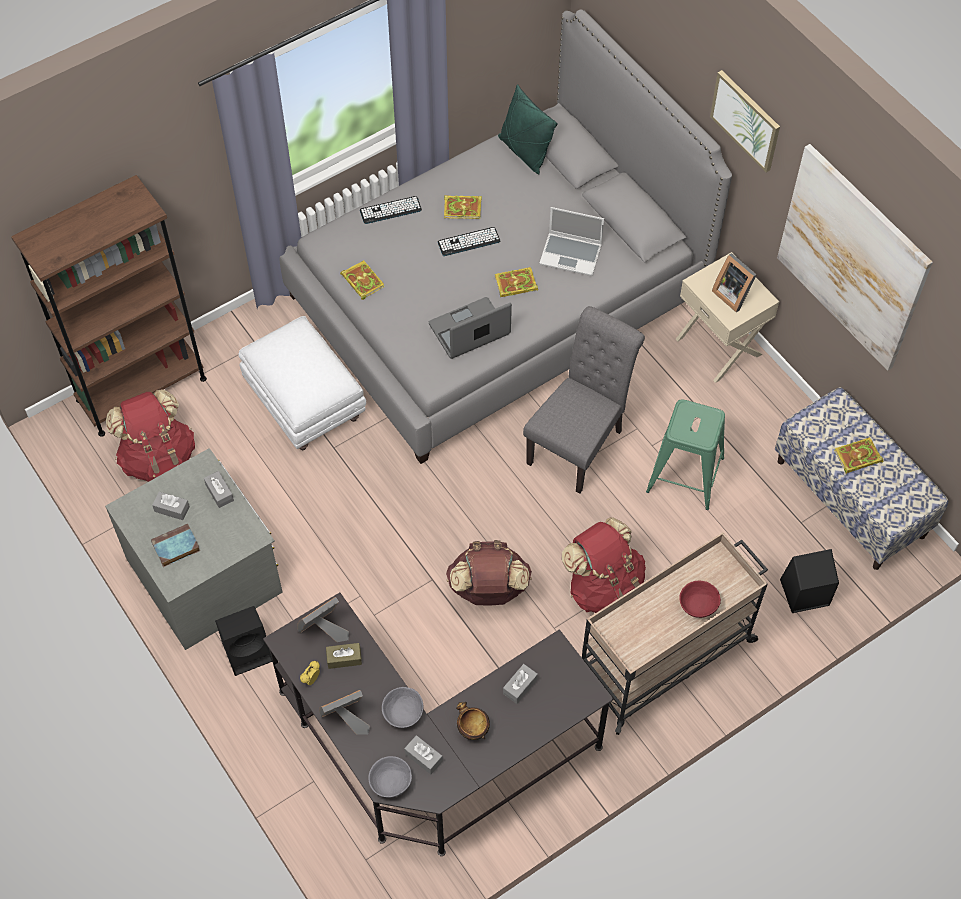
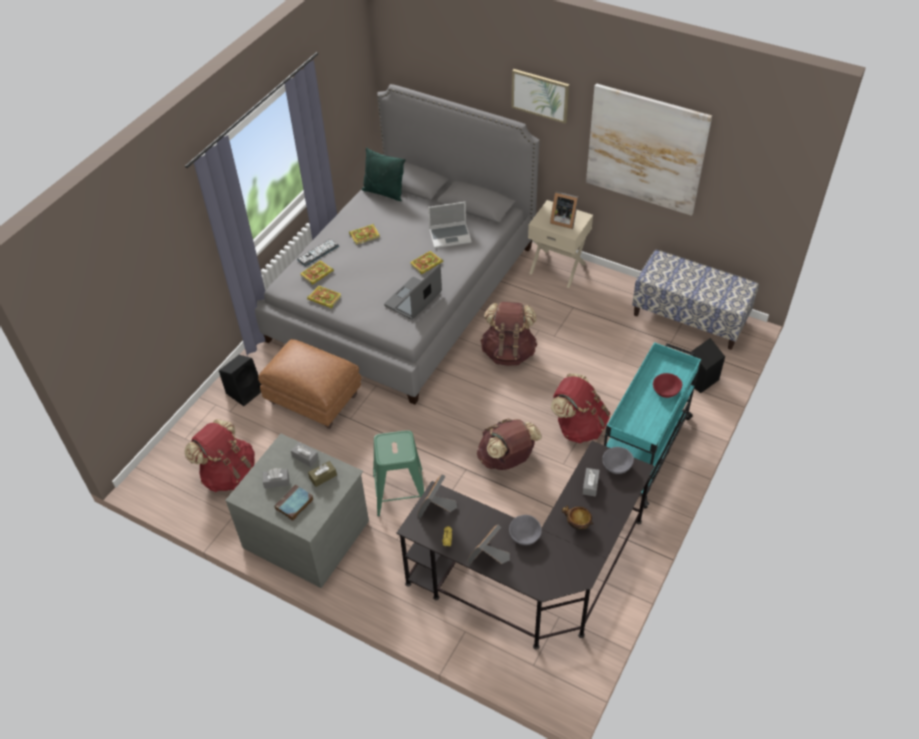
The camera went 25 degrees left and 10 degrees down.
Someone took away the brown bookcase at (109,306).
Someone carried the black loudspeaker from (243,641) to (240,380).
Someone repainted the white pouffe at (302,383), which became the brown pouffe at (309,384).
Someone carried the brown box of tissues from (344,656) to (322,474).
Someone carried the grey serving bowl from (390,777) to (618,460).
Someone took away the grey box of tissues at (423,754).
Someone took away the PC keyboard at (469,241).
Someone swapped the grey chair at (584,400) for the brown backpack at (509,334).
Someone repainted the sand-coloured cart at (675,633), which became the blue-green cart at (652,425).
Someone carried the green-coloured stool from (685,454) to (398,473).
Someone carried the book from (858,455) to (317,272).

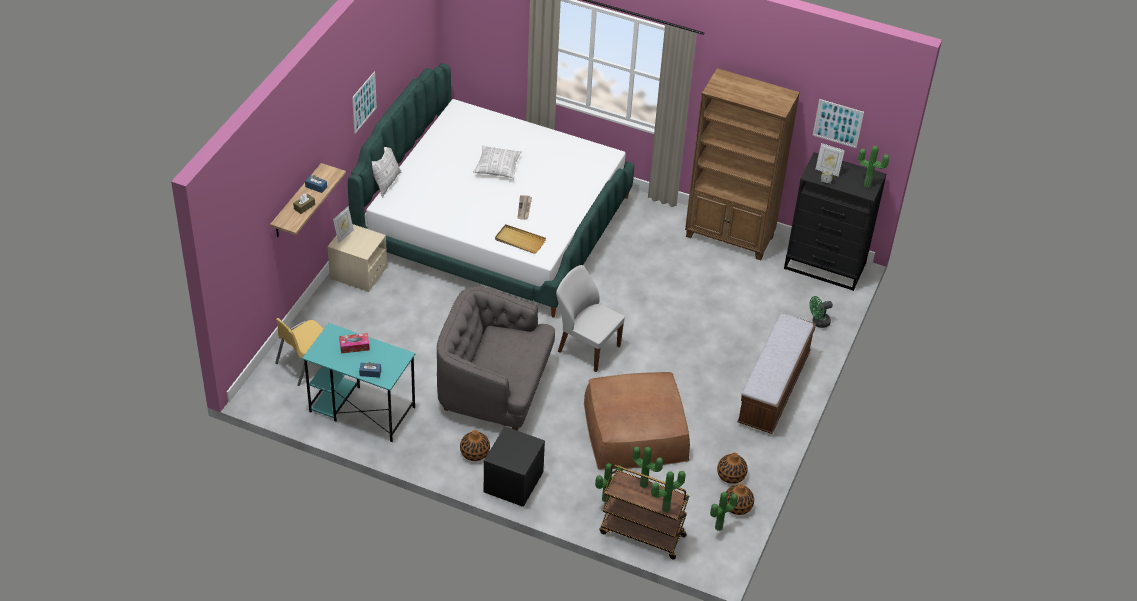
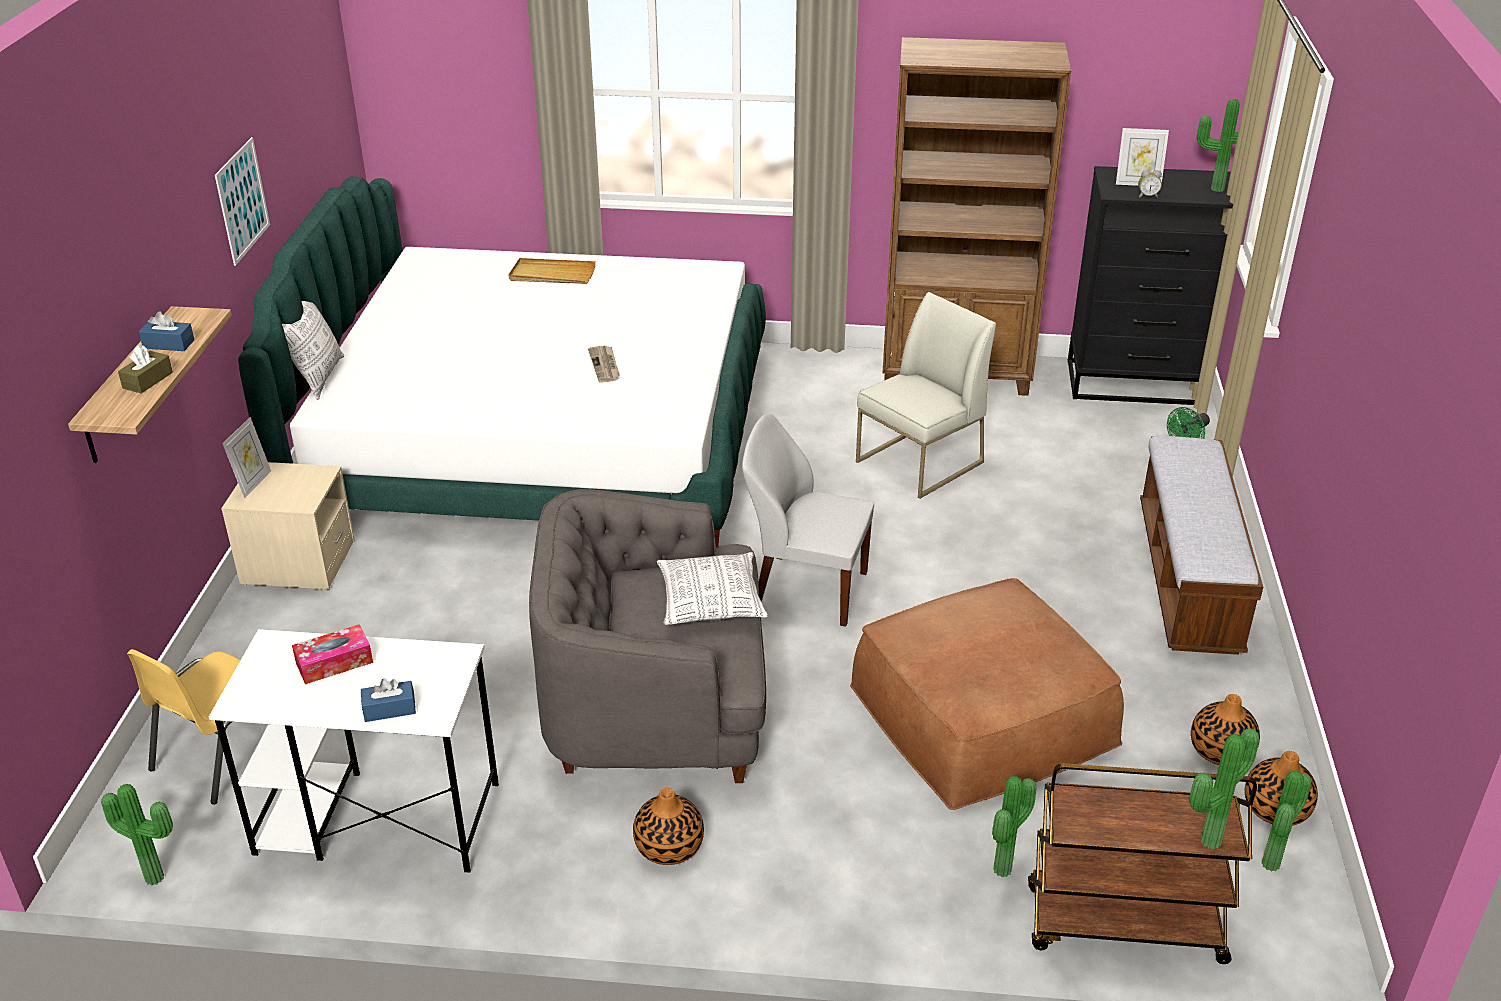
The camera went 15 degrees left and 10 degrees down.
Someone repainted the blue-green desk table at (358,382), which became the white desk table at (354,751).
Someone carried the cushion from (497,162) to (712,588).
Someone took away the black nightstand at (514,466).
Someone carried the sand-coloured tray from (520,239) to (552,271).
Someone carried the houseplant from (647,467) to (137,834).
Someone took away the picture at (838,123).
Someone put down the white chair at (926,395).

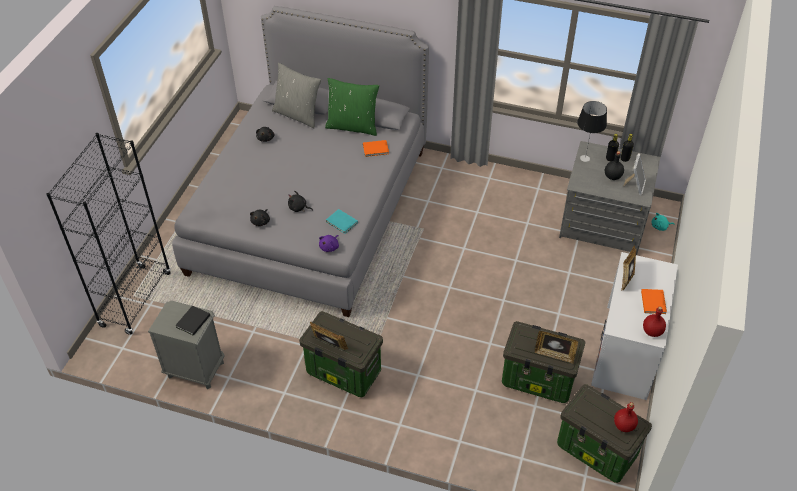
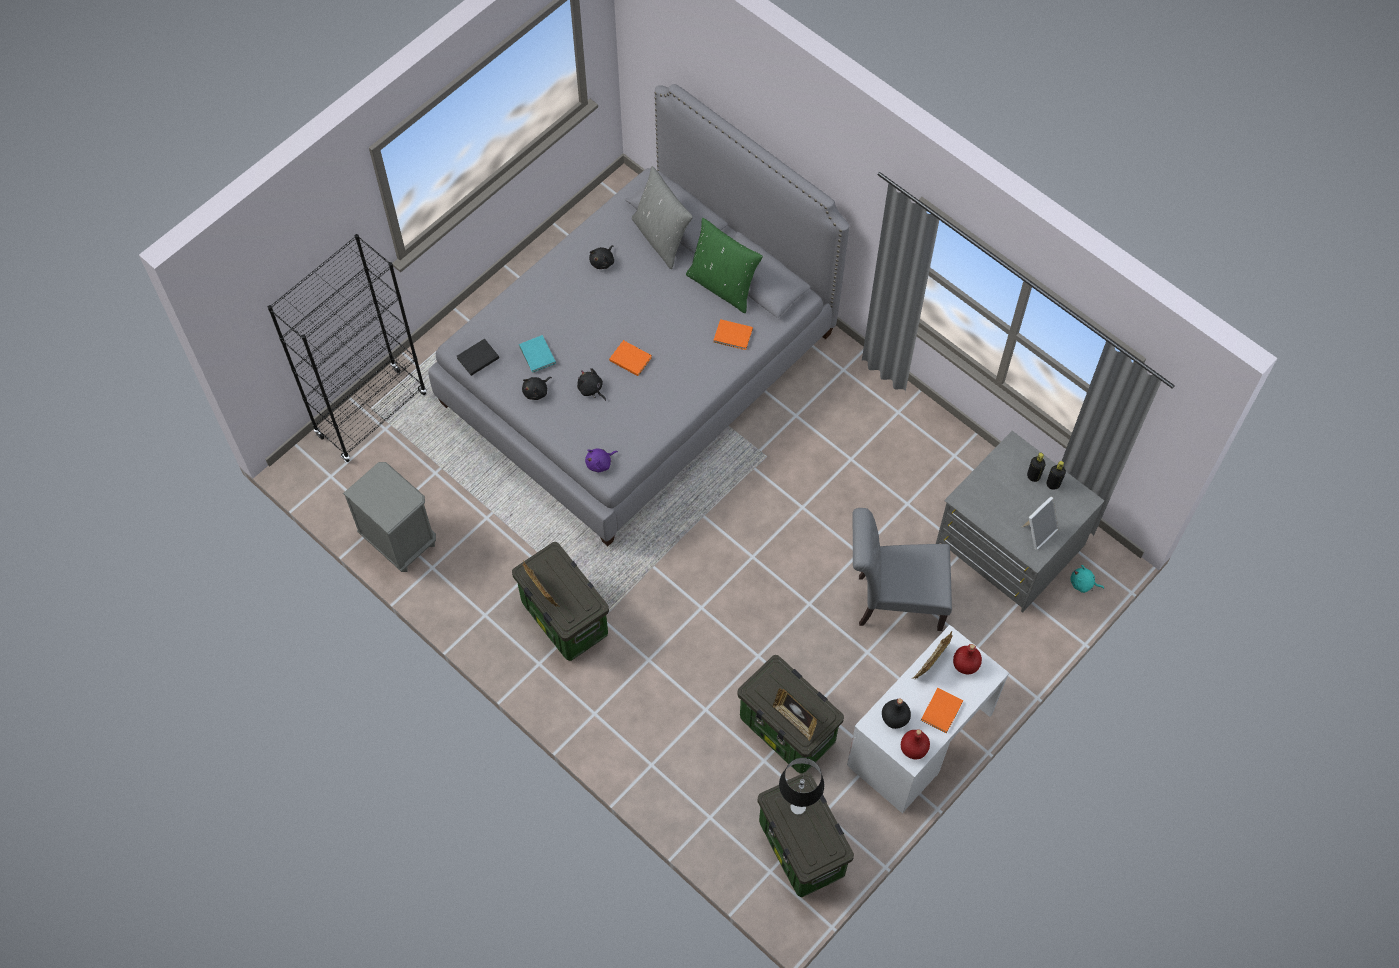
The camera went 25 degrees right and 15 degrees up.
Someone carried the black book from (192,321) to (478,357).
Someone carried the blue-green book from (342,221) to (537,354).
Someone carried the table lamp from (592,131) to (801,786).
Someone carried the black drink bottle from (614,165) to (896,713).
Someone carried the red drink bottle from (626,417) to (967,659).
Someone put down the orangey book at (630,358).
Someone put down the grey chair at (902,569).

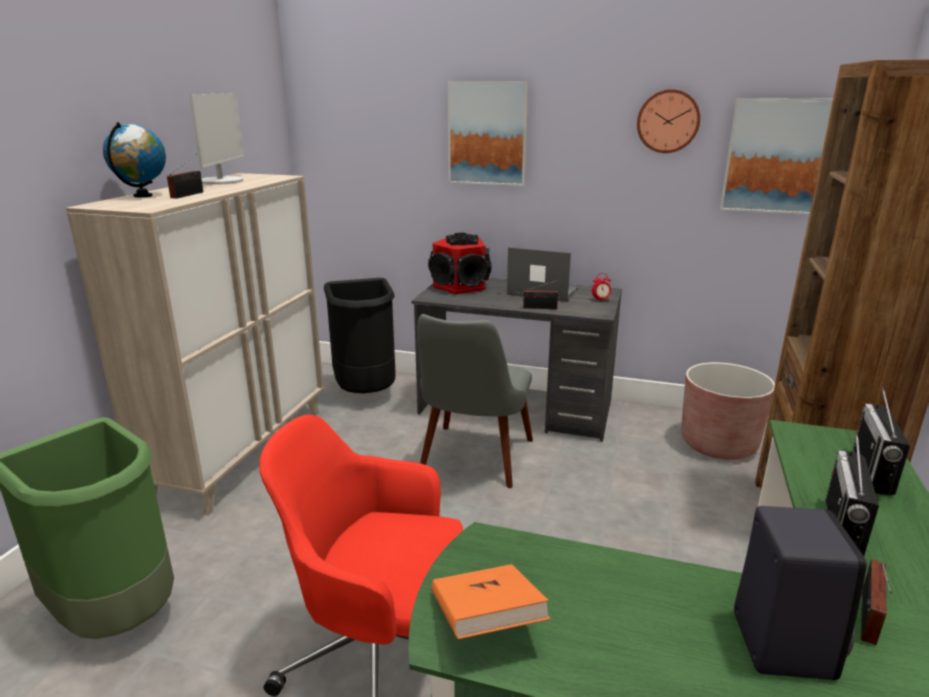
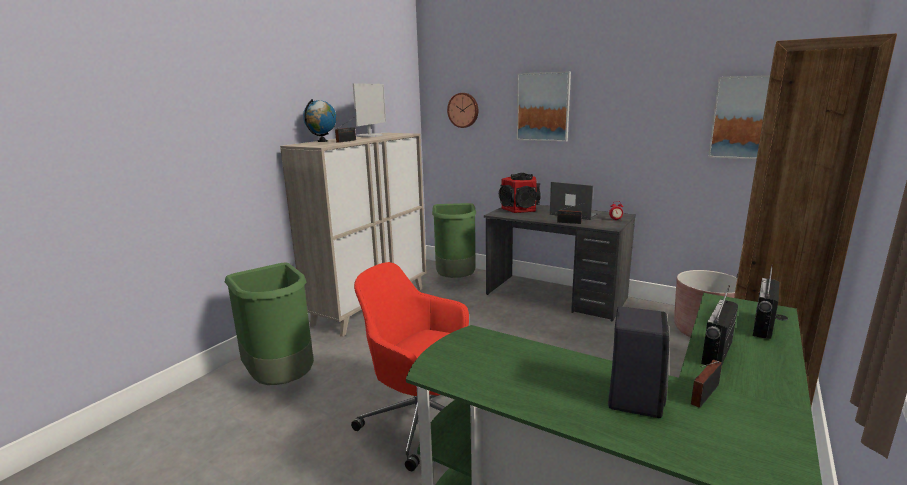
The camera went 15 degrees right and 5 degrees down.
Someone repainted the black waste bin at (360,335), which became the green-coloured waste bin at (454,240).
Someone took away the grey chair at (475,401).
Someone took away the orangey book at (491,601).
Someone carried the wall clock from (668,121) to (462,110).

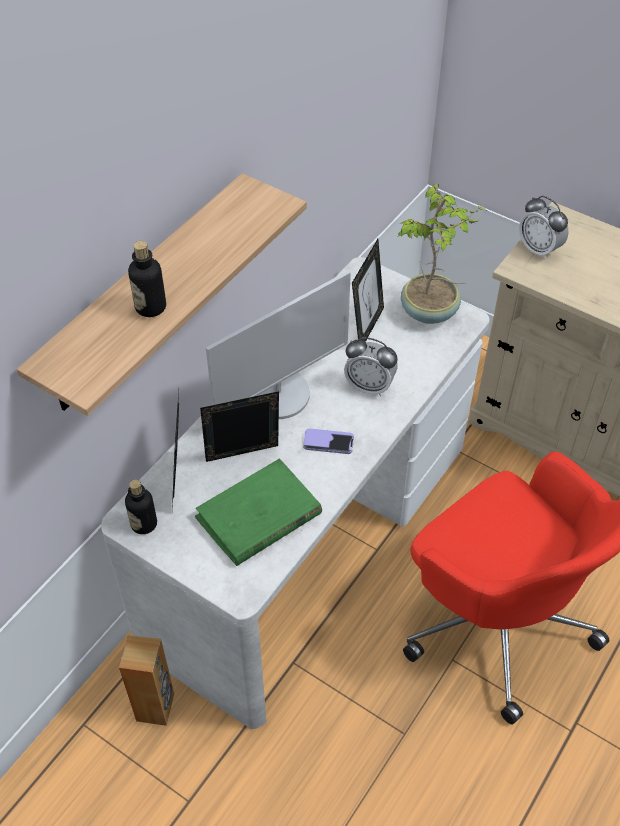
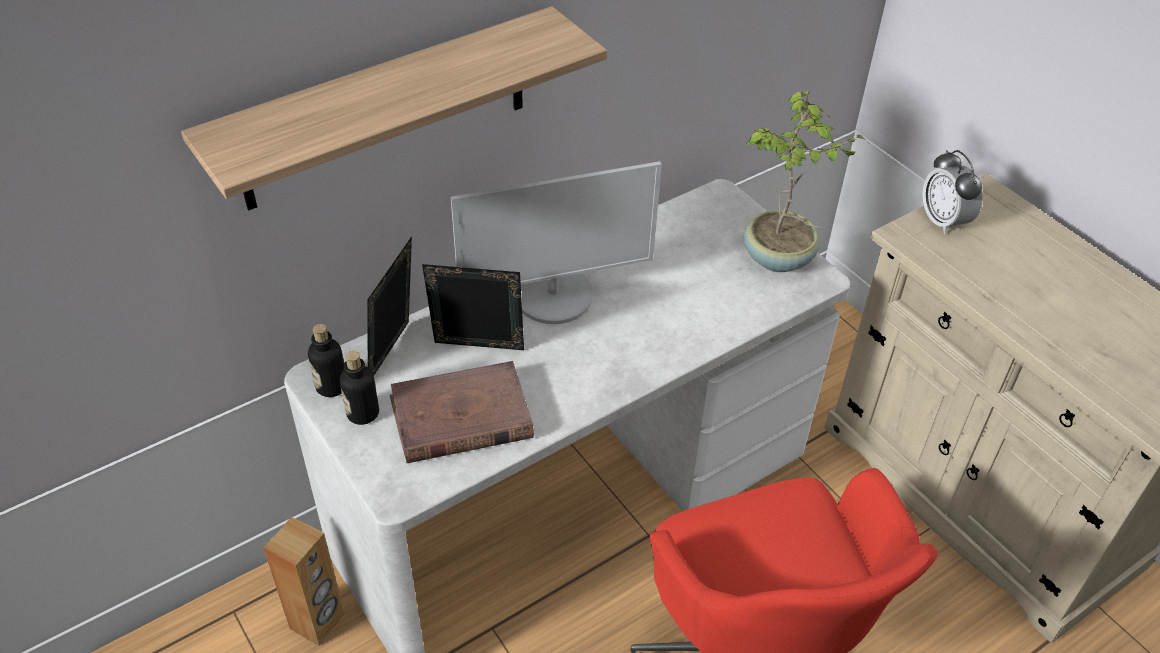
The camera went 20 degrees right and 5 degrees down.
Someone carried the drink bottle from (147,279) to (359,388).
Someone repainted the green-coloured book at (258,512), which became the brown book at (462,412).
Someone took away the telephone at (328,441).
Someone took away the bedside clock at (371,366).
Someone took away the picture frame at (368,290).

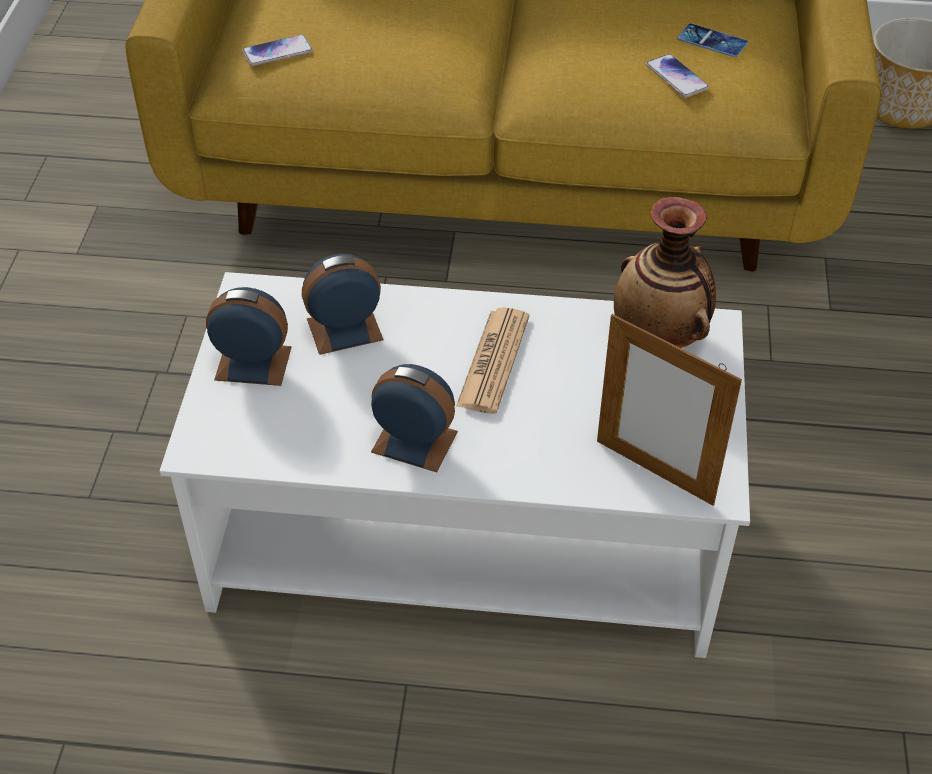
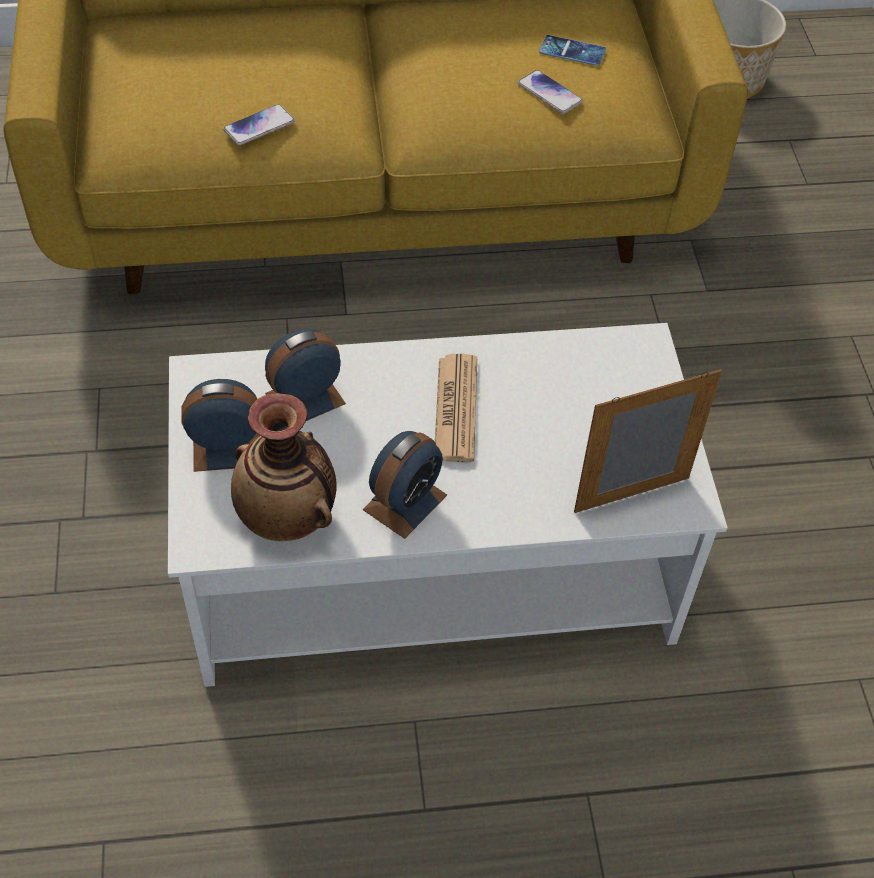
The camera went 15 degrees left and 5 degrees up.
Someone carried the telephone from (277,50) to (259,124).
Someone rotated the bedside clock at (414,418) by 120 degrees clockwise.
Someone rotated the picture frame at (669,410) by 135 degrees clockwise.
Someone carried the vase from (665,272) to (284,467).

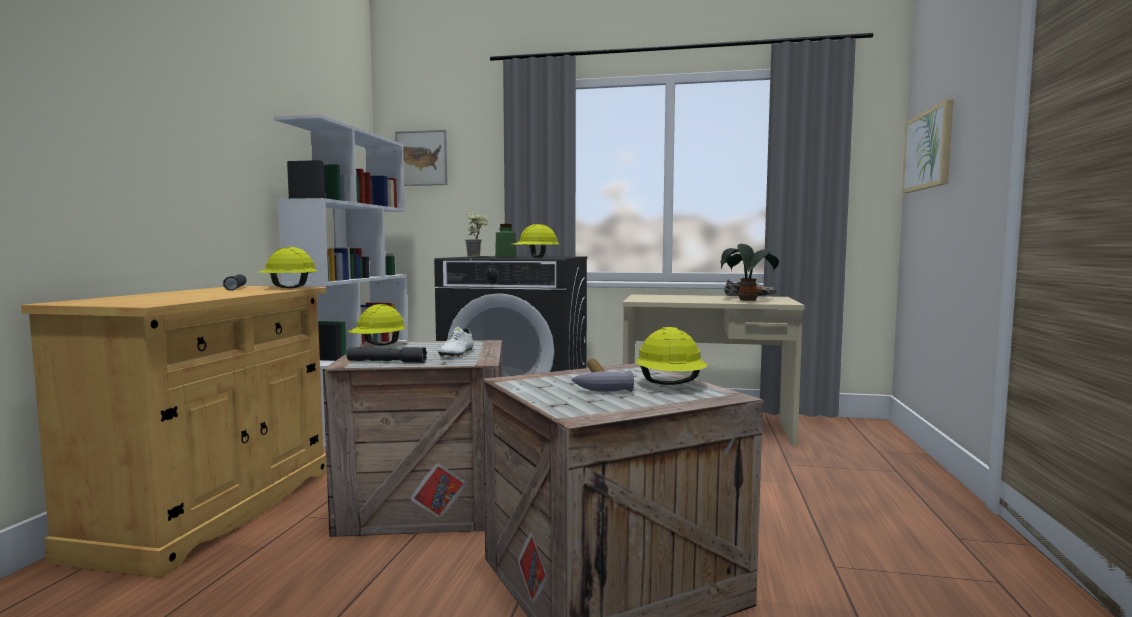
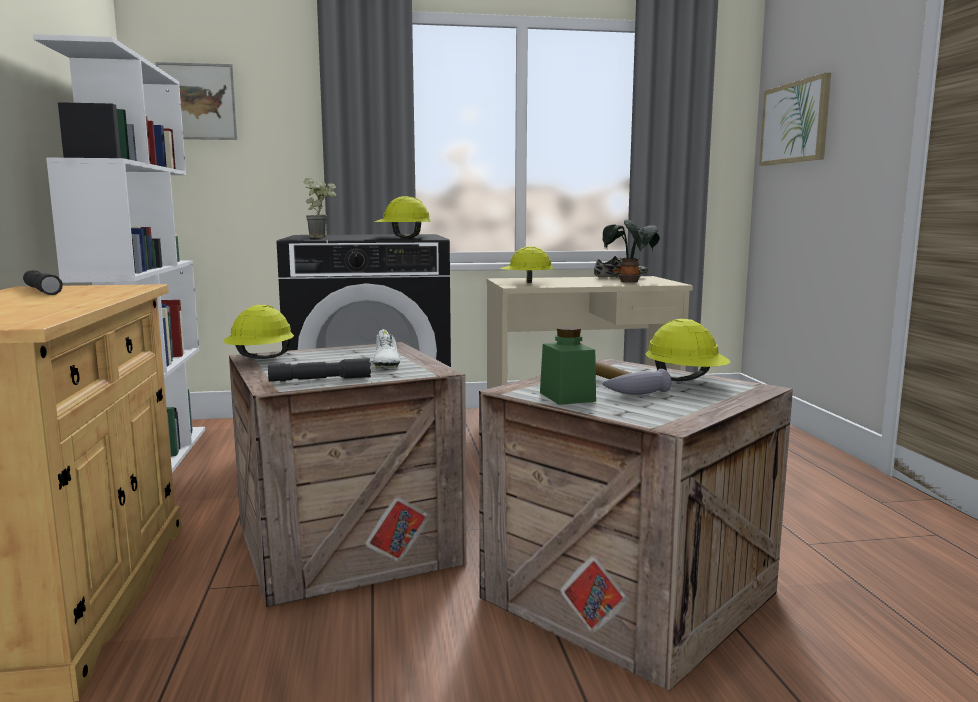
The camera went 20 degrees left and 5 degrees up.
Someone carried the yellow-coloured hard hat from (288,267) to (526,264).
Someone carried the green-coloured storage jar from (506,240) to (568,365).

